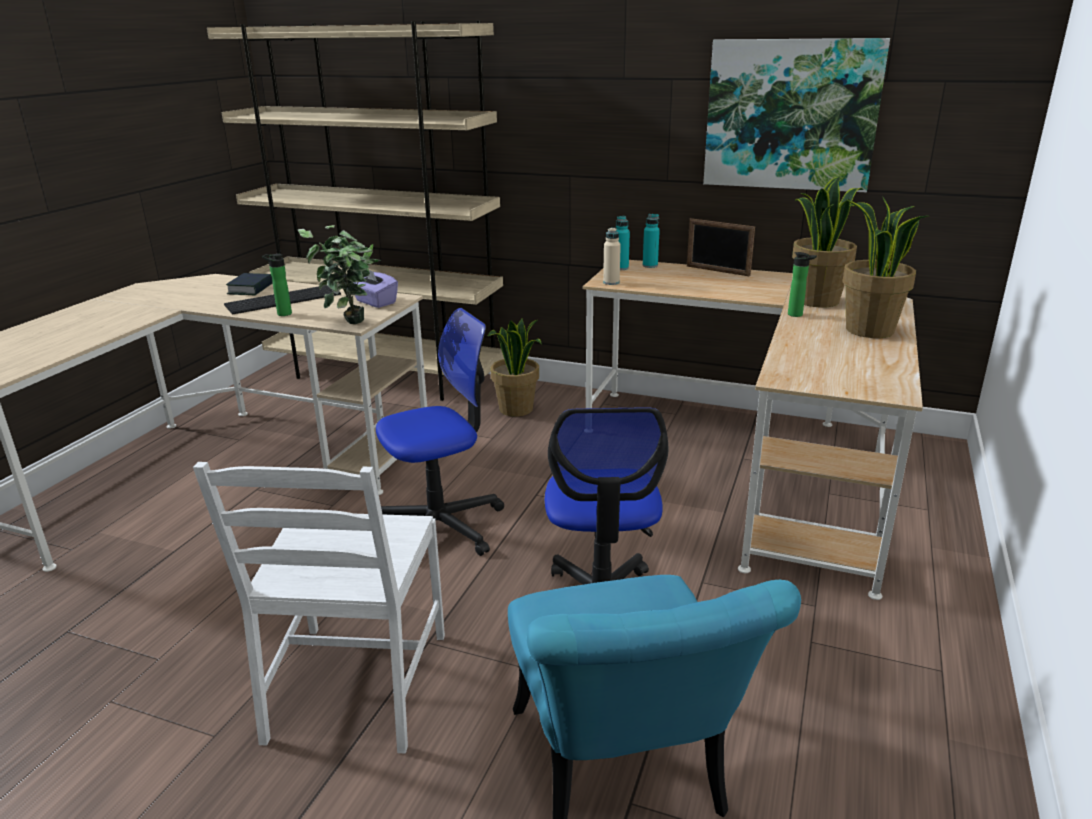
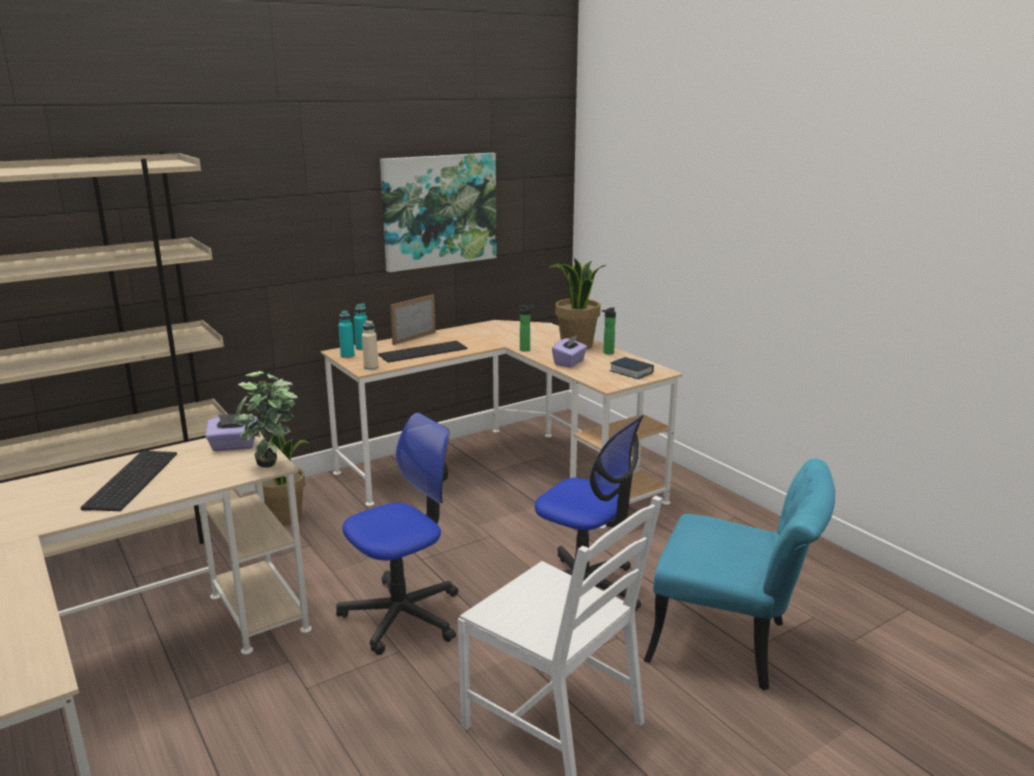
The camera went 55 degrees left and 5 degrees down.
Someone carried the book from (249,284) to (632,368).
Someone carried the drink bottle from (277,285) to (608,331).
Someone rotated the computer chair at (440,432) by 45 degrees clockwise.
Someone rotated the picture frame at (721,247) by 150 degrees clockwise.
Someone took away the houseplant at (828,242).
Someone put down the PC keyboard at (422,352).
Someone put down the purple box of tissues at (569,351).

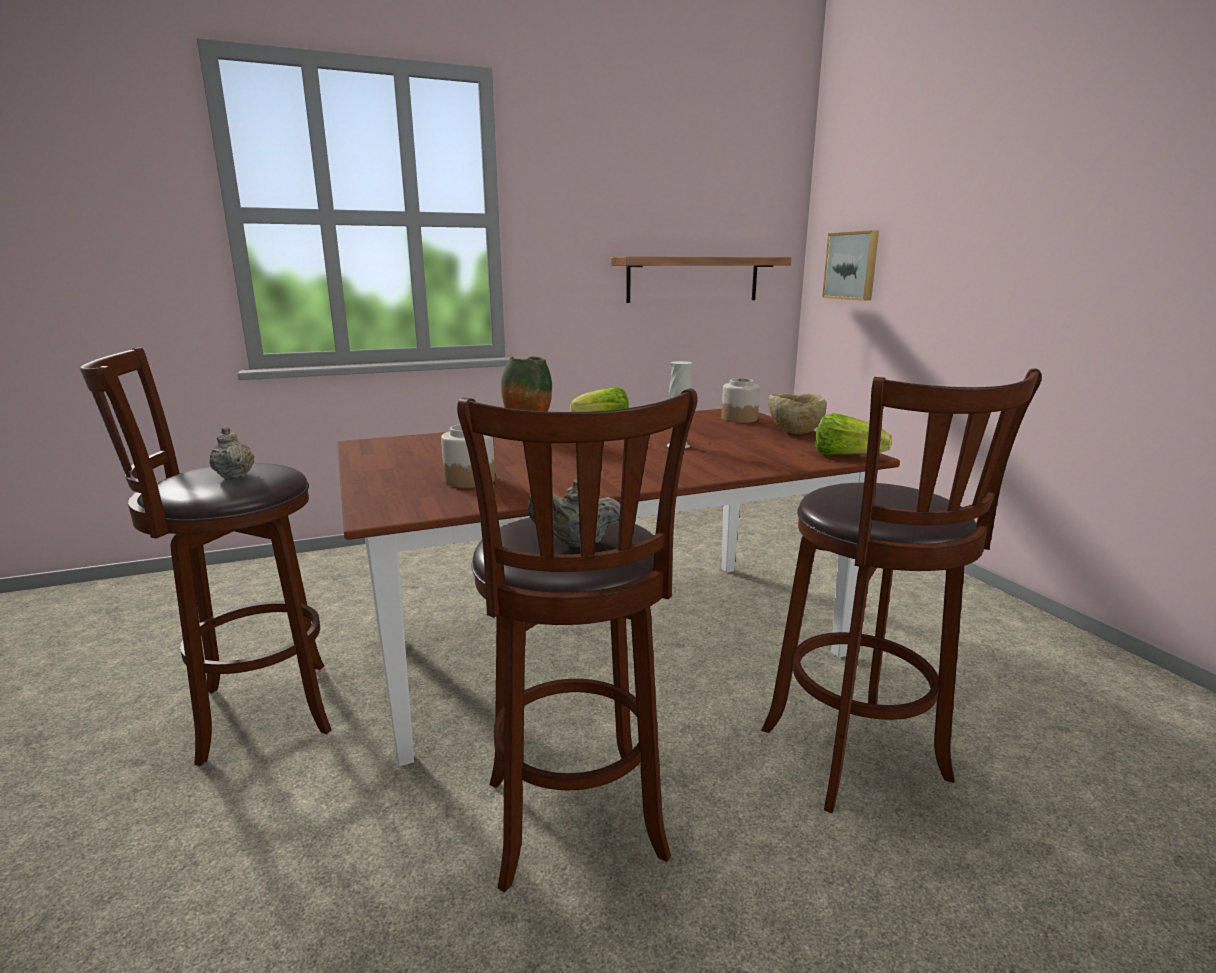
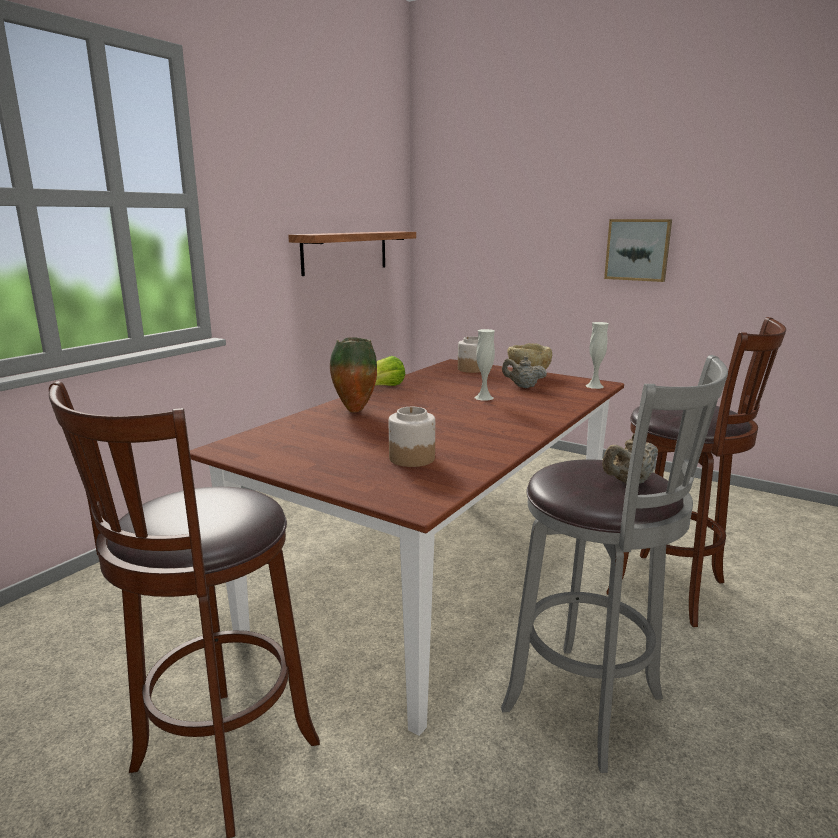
The camera went 35 degrees left and 0 degrees up.
Someone carried the sand-coloured tea pot from (231,452) to (524,372).
Someone repainted the brown stool at (577,640), which became the grey stool at (614,564).
Someone swapped the lettuce at (853,434) for the white vase at (597,355).
Someone carried the picture from (850,265) to (638,250).

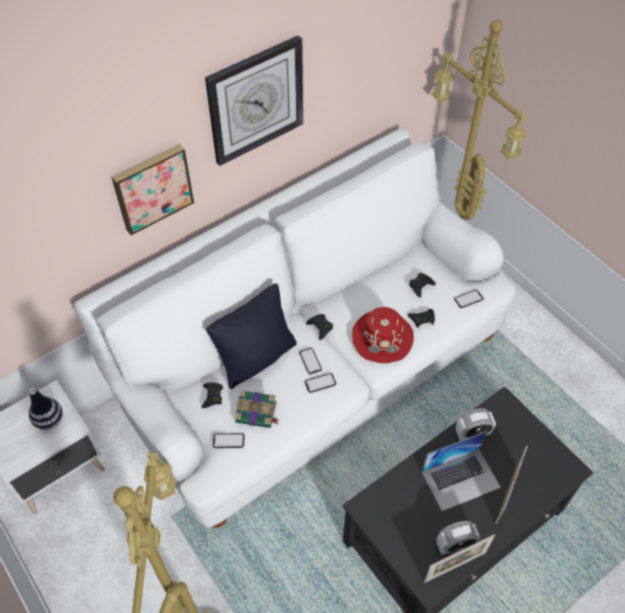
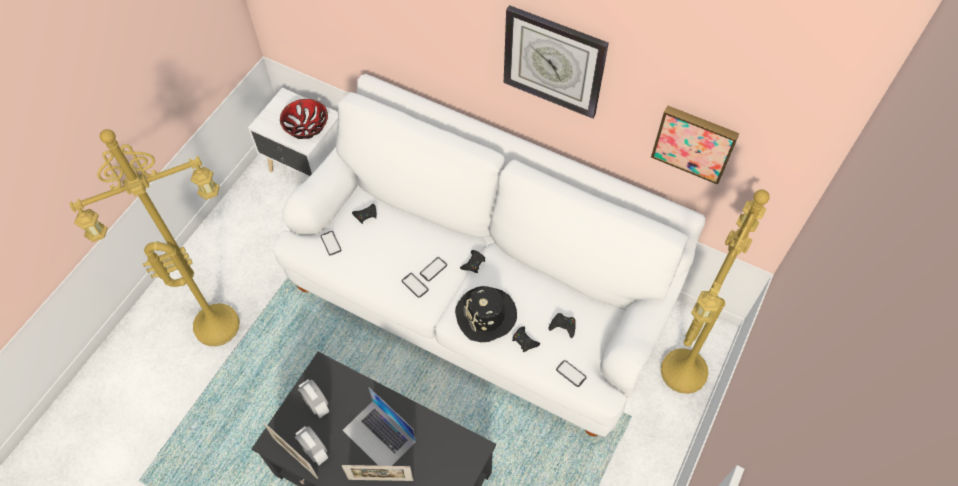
The camera went 65 degrees right and 5 degrees up.
Someone swapped the vase at (46,408) for the serving bowl at (304,119).
Someone carried the picture from (152,189) to (695,145).
Someone took away the black cushion at (251,336).
Someone took away the book at (257,409).
Someone repainted the red wearable hat at (382,335), which became the black wearable hat at (486,314).
Someone carried the bedside clock from (476,424) to (313,398).

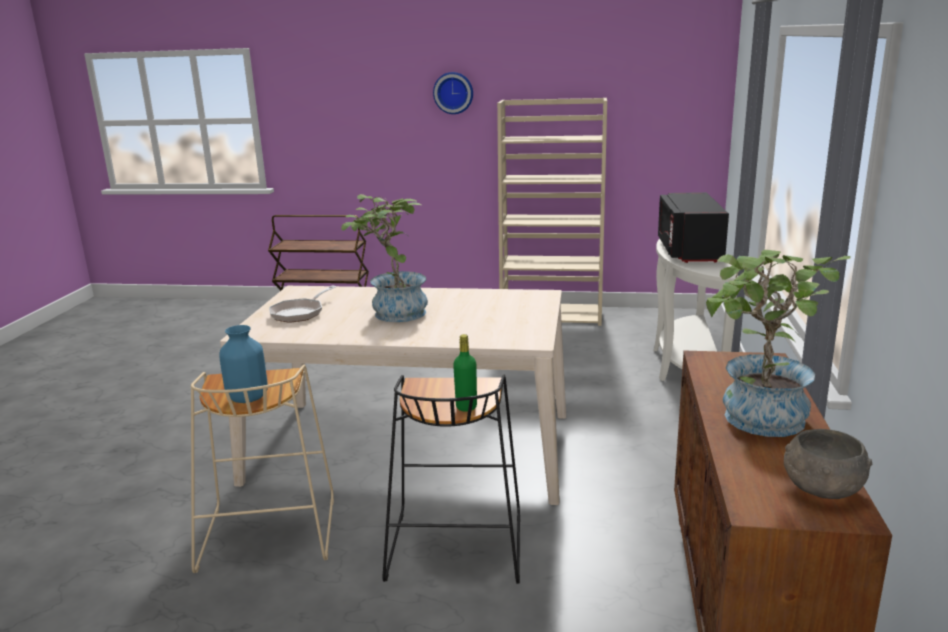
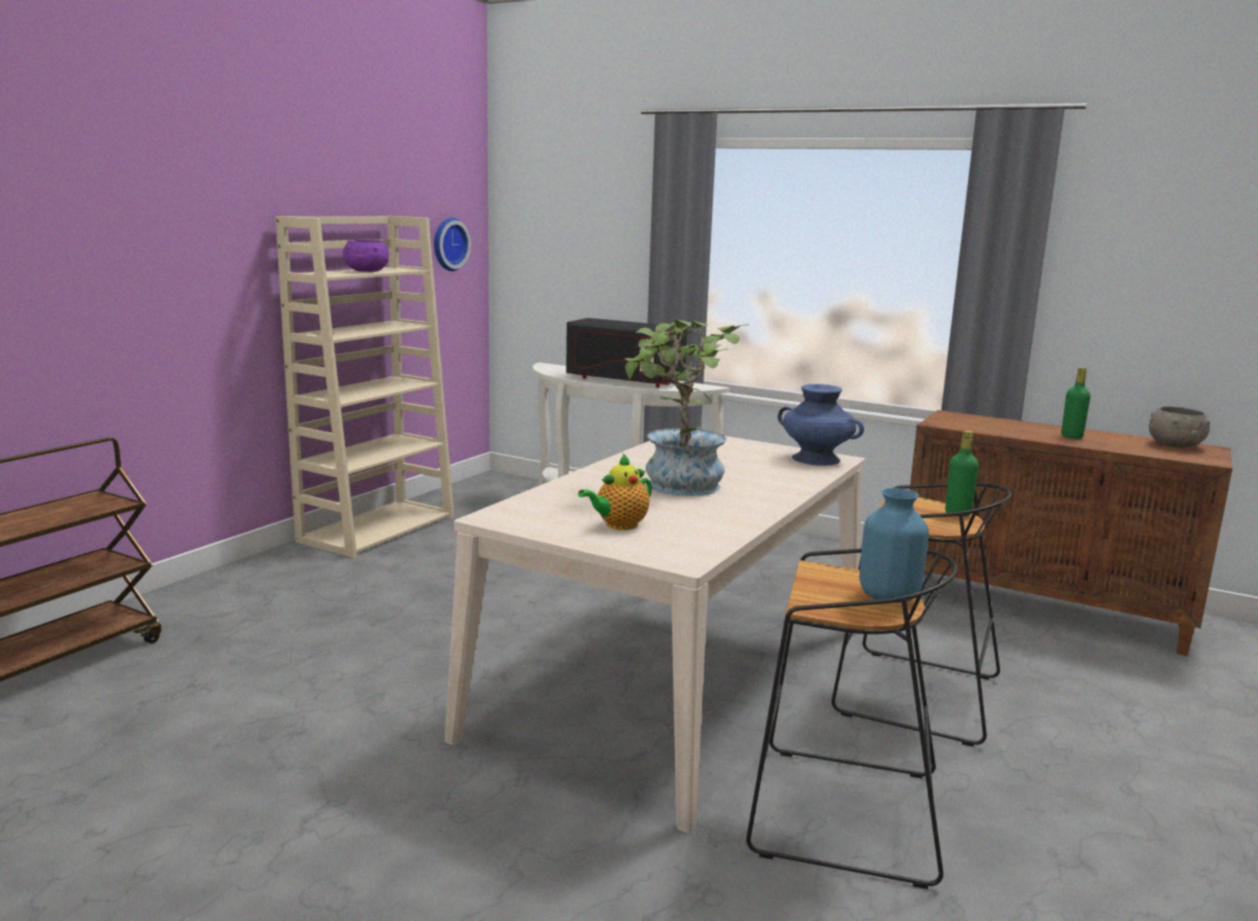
The camera went 70 degrees left and 5 degrees down.
Someone repainted the sand-coloured stool at (262,469), which became the black stool at (852,718).
Someone swapped the frying pan at (302,304) for the tea pot at (615,492).
Someone carried the wall clock from (453,93) to (452,244).
Someone swapped the houseplant at (778,343) for the green-coloured drink bottle at (1076,403).
Someone put down the purple serving bowl at (366,256).
Someone put down the blue-coloured vase at (821,425).

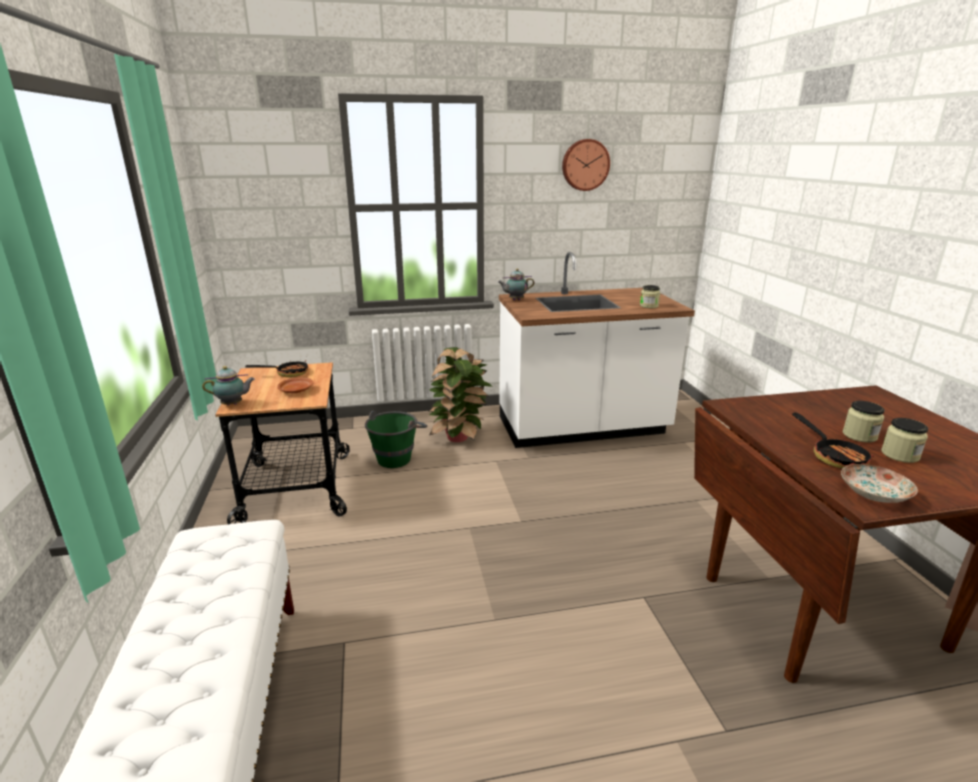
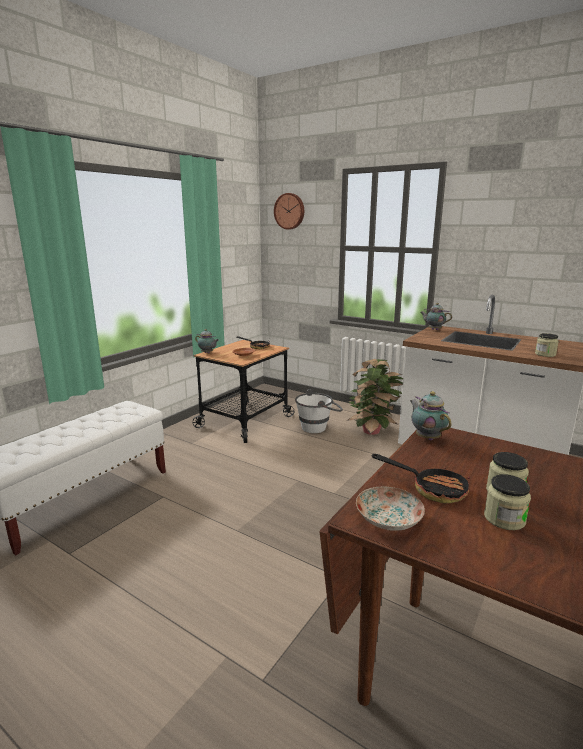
The camera went 45 degrees right and 5 degrees down.
Someone repainted the green-coloured water bucket at (396,439), which became the white water bucket at (319,411).
Someone carried the wall clock from (586,165) to (289,211).
Someone rotated the frying pan at (833,440) by 90 degrees counterclockwise.
Someone put down the tea pot at (431,415).

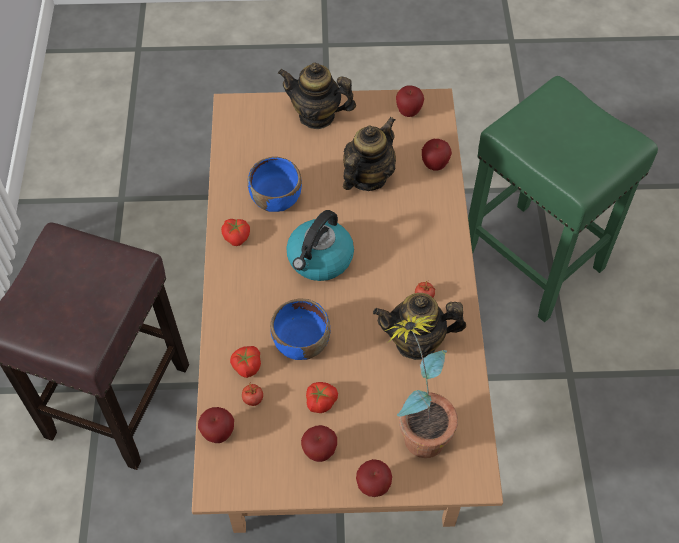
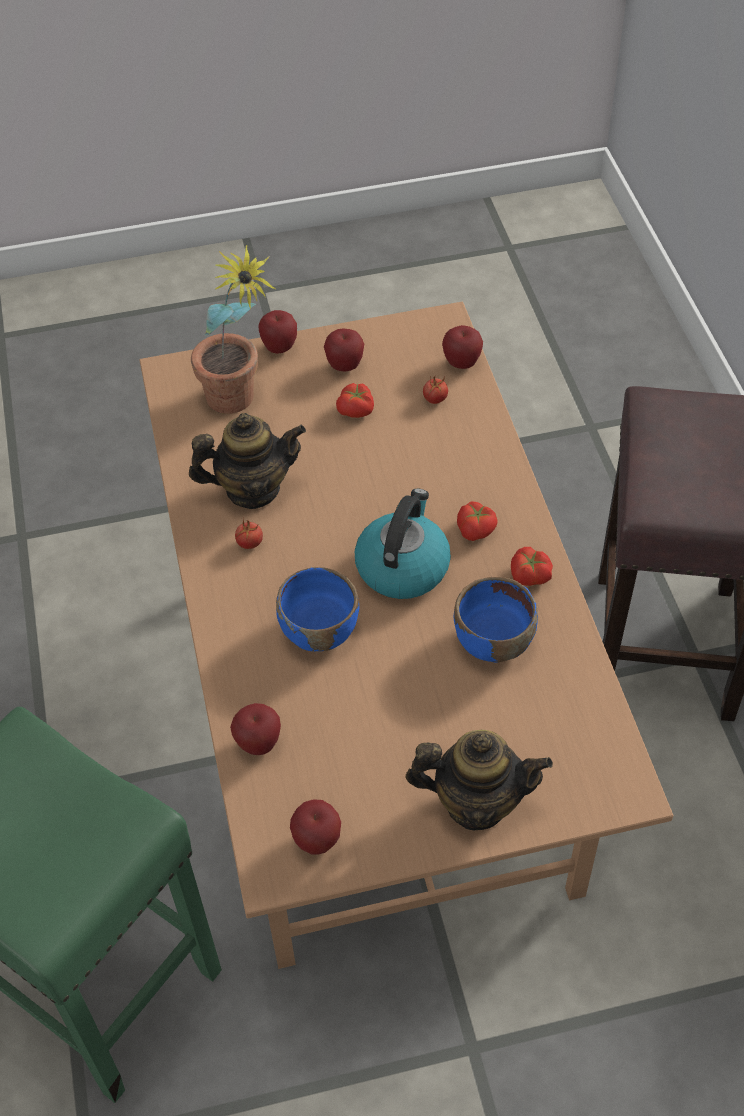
The camera went 170 degrees right and 5 degrees down.
Someone carried the tomato from (245,362) to (477,521).
Someone carried the blue-coloured serving bowl from (300,329) to (317,609).
Someone took away the tea pot at (369,154).

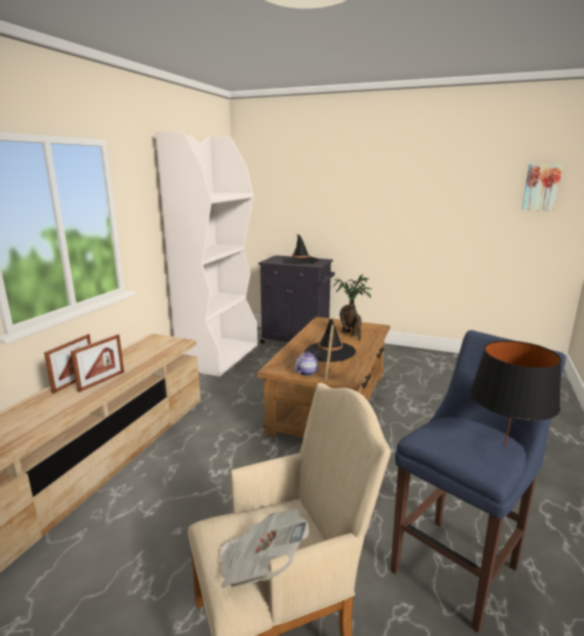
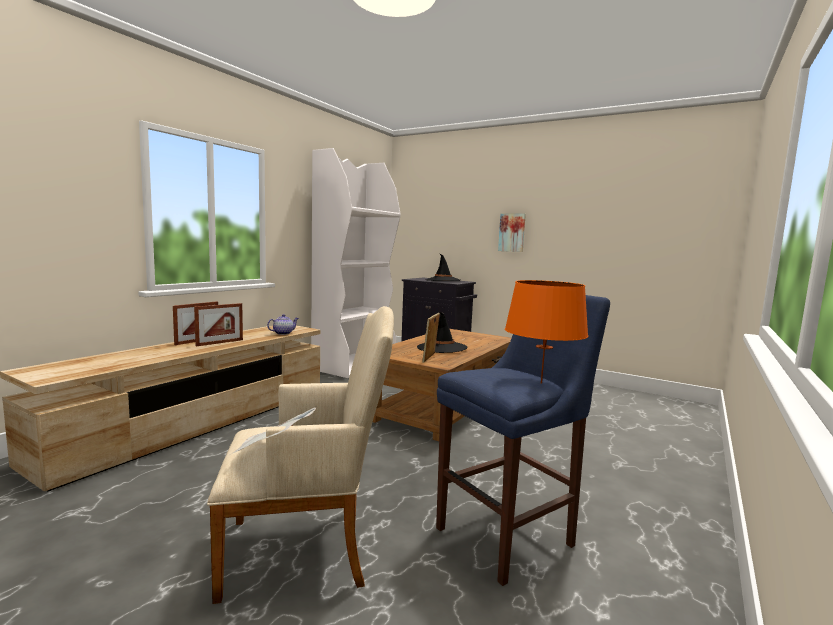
The camera went 10 degrees right and 10 degrees down.
Someone carried the tea pot from (306,363) to (283,324).
Someone took away the houseplant at (352,307).
Someone repainted the black table lamp at (516,393), which became the orangey table lamp at (546,332).
Someone carried the picture from (542,187) to (512,232).

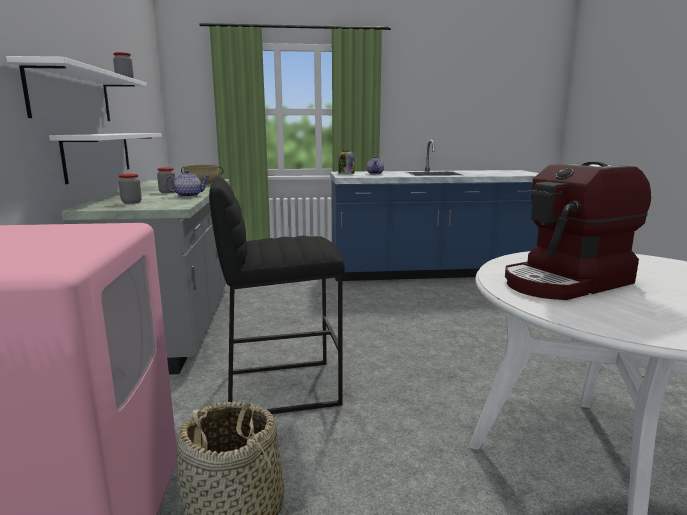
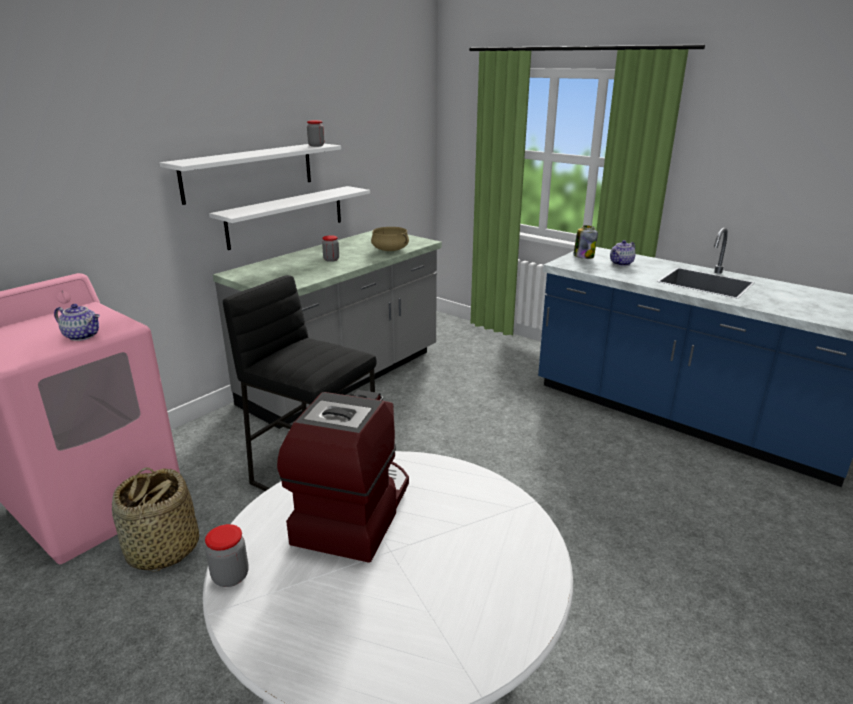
The camera went 45 degrees right and 10 degrees up.
Someone carried the storage jar from (130,189) to (227,555).
Someone carried the tea pot from (187,183) to (77,322).
Someone rotated the coffee maker at (578,231) by 90 degrees clockwise.

